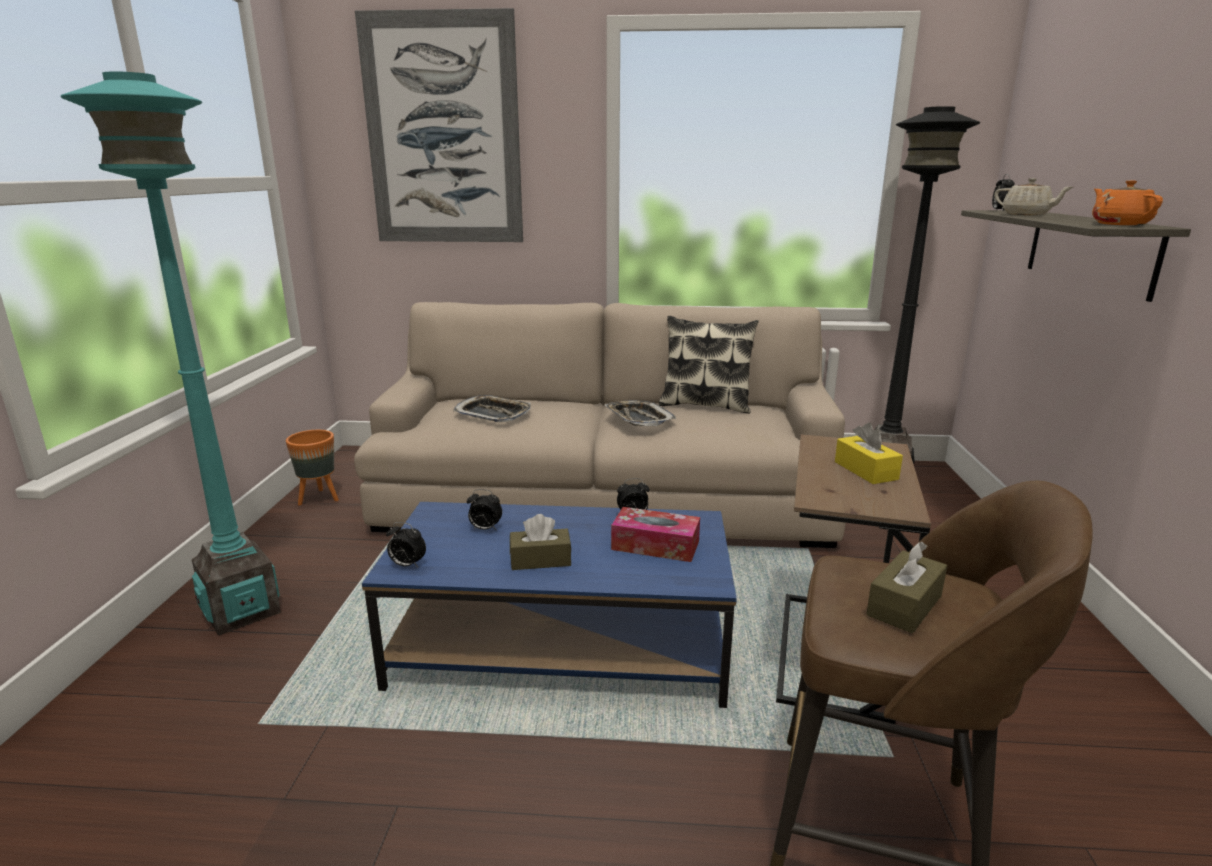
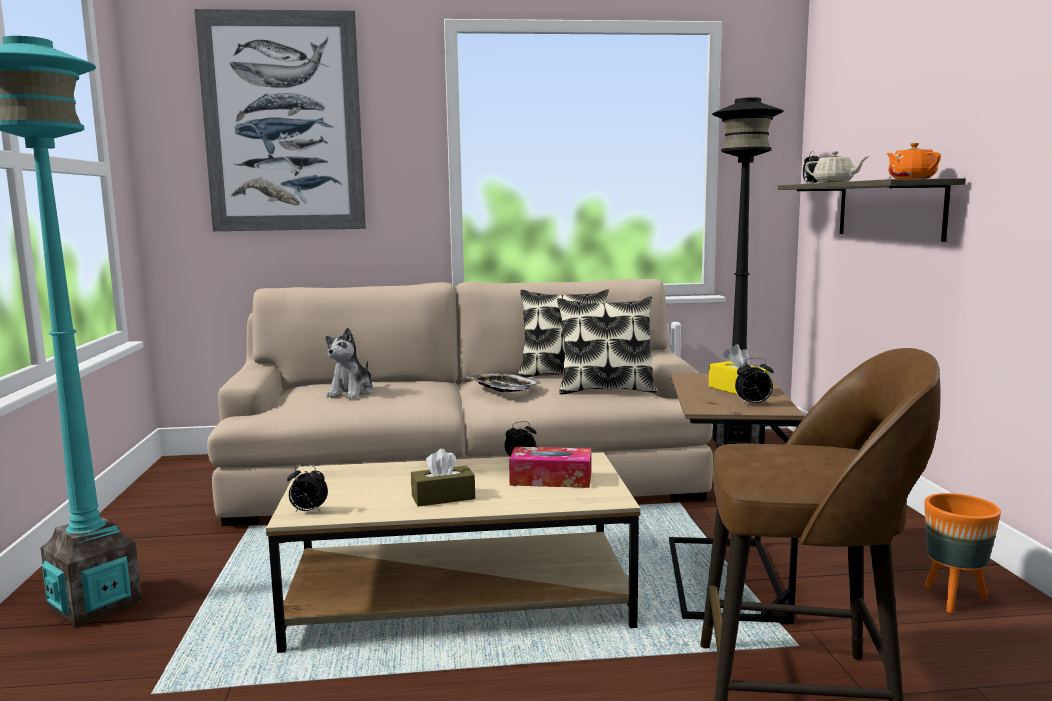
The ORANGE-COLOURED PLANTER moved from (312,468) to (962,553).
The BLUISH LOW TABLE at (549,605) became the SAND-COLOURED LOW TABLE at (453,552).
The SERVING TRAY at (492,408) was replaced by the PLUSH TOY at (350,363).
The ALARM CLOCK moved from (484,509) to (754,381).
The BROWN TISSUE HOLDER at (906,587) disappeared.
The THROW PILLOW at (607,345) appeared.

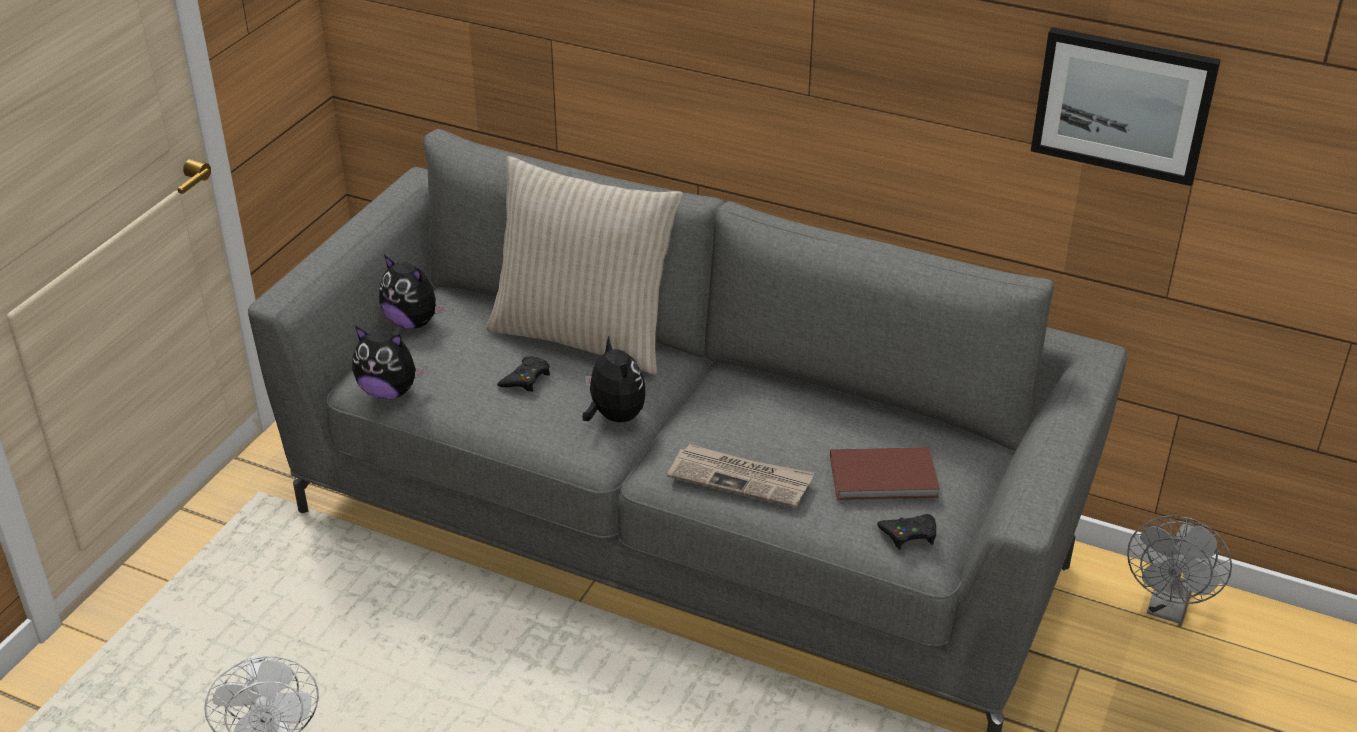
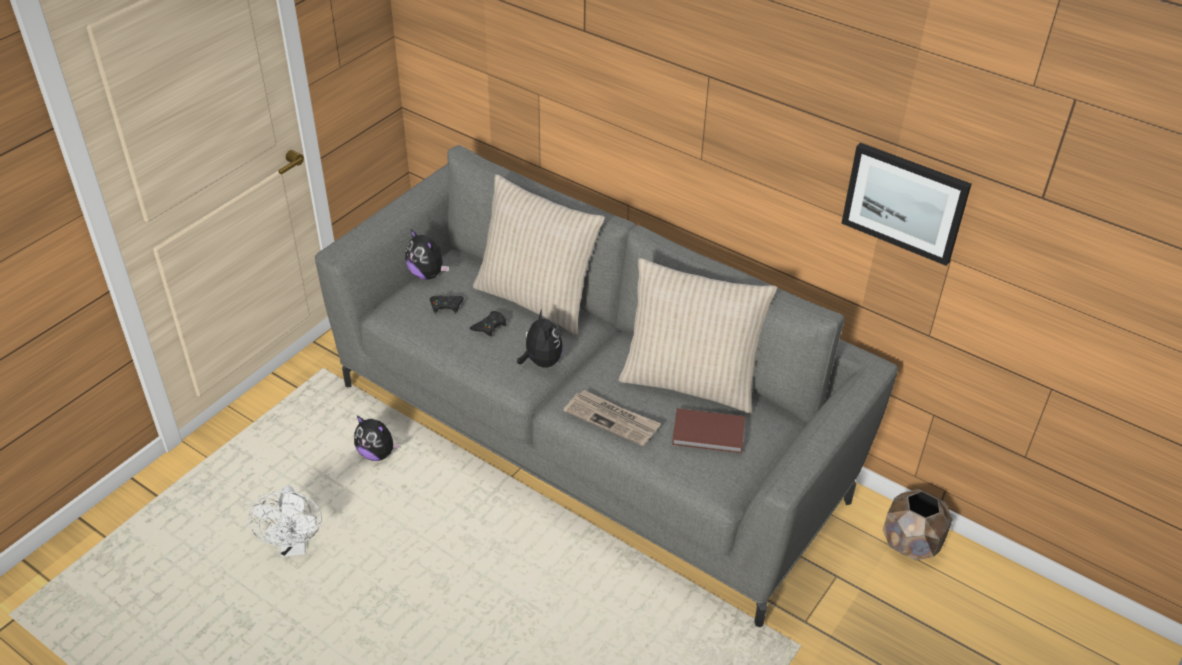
The PLUSH TOY moved from (389,362) to (377,438).
The BLACKISH GAMEPAD moved from (906,532) to (447,304).
The GREY COOLING FAN at (1179,569) was replaced by the BROWN PLANTER at (918,525).
The SAND-COLOURED THROW PILLOW at (698,336) appeared.

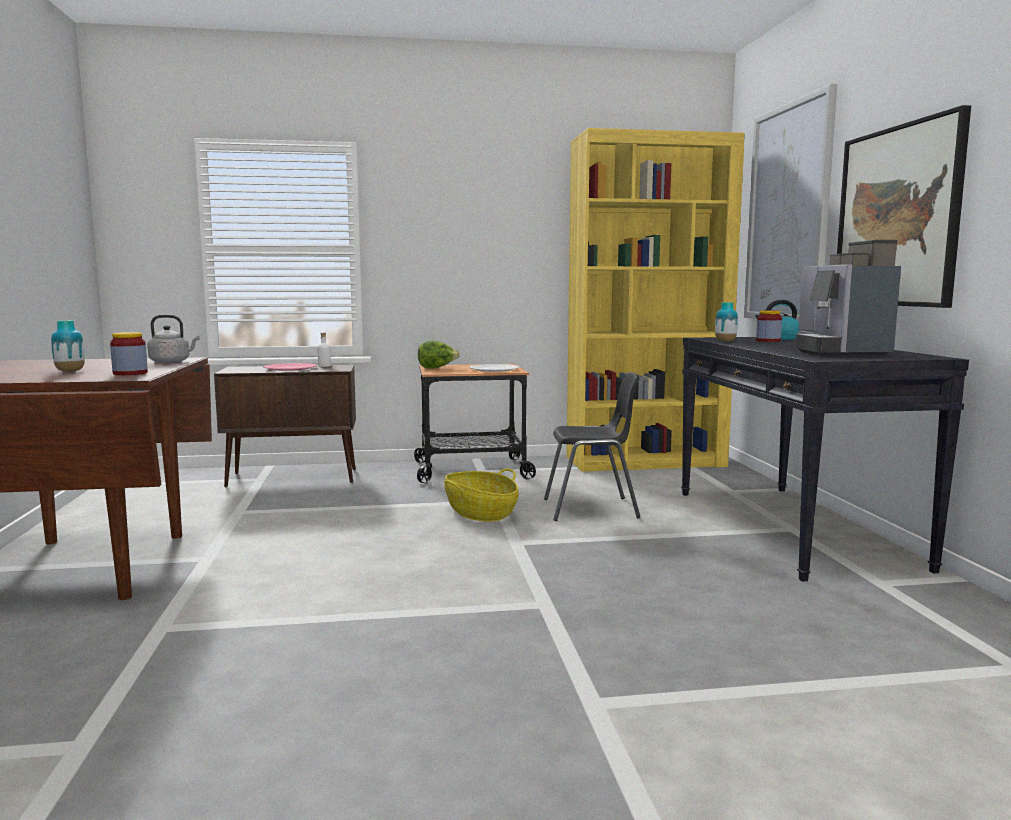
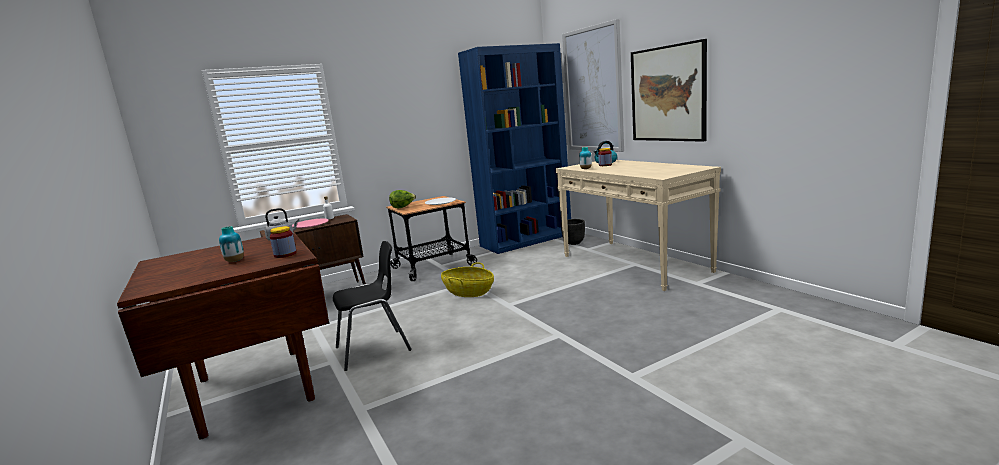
The BLACKISH PLAIN CHAIR moved from (592,446) to (372,306).
The YELLOW BOOKCASE at (656,300) became the BLUISH BOOKCASE at (514,148).
The BLACKISH CONSOLE TABLE at (825,459) became the SAND-COLOURED CONSOLE TABLE at (638,225).
The COFFEE BREWER at (848,298) disappeared.
The BLACKISH PLANTER at (573,232) appeared.

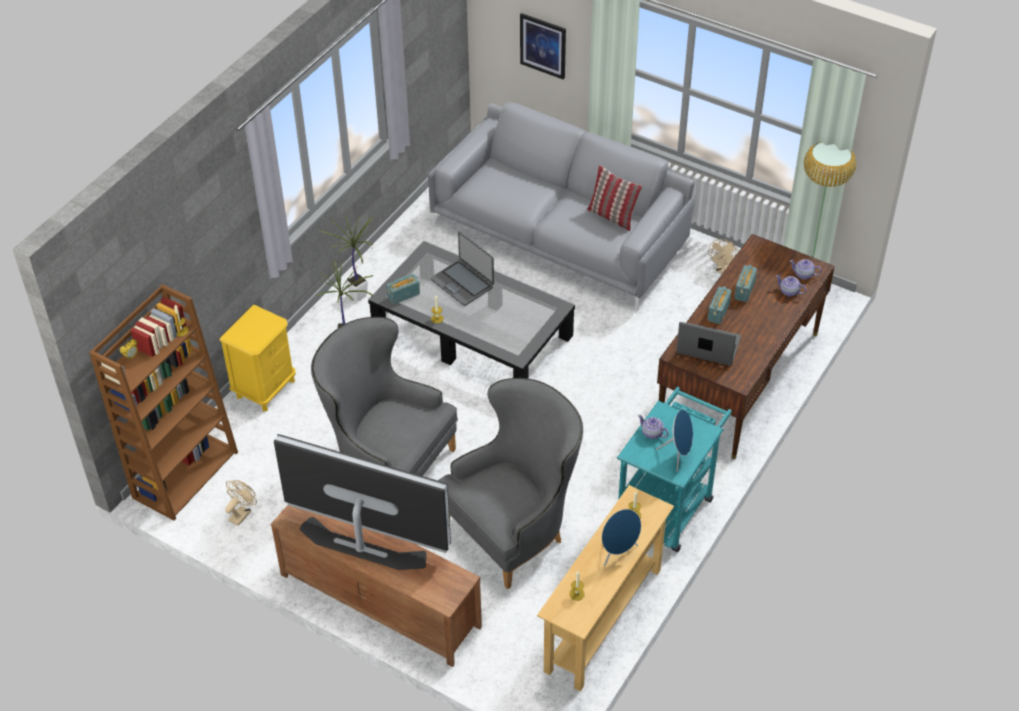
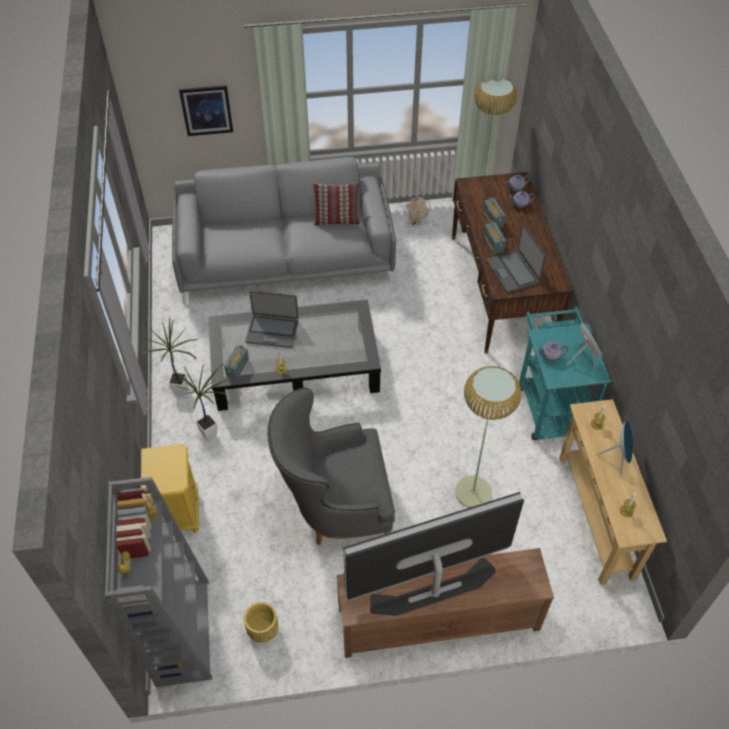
The BROWN BOOKCASE at (163,402) became the GREY BOOKCASE at (158,582).
The SAND-COLOURED COOLING FAN at (241,503) was replaced by the YELLOW PLANTER at (261,622).
The GREY EASY CHAIR at (510,483) was replaced by the FLOOR LAMP at (488,437).
The PORTABLE COMPUTER at (708,344) turned 90 degrees counterclockwise.

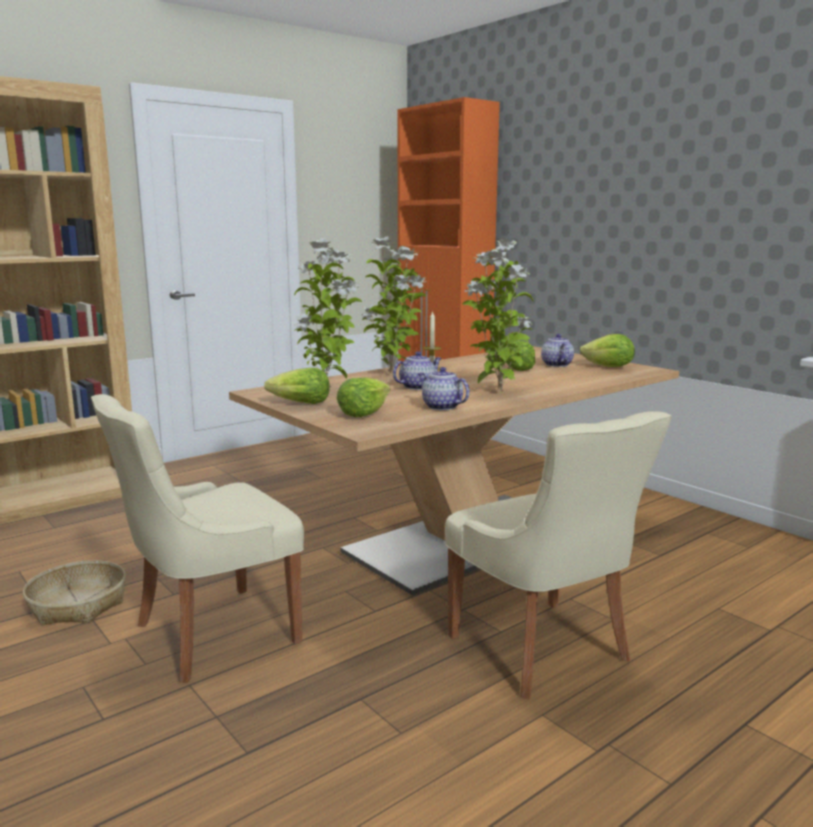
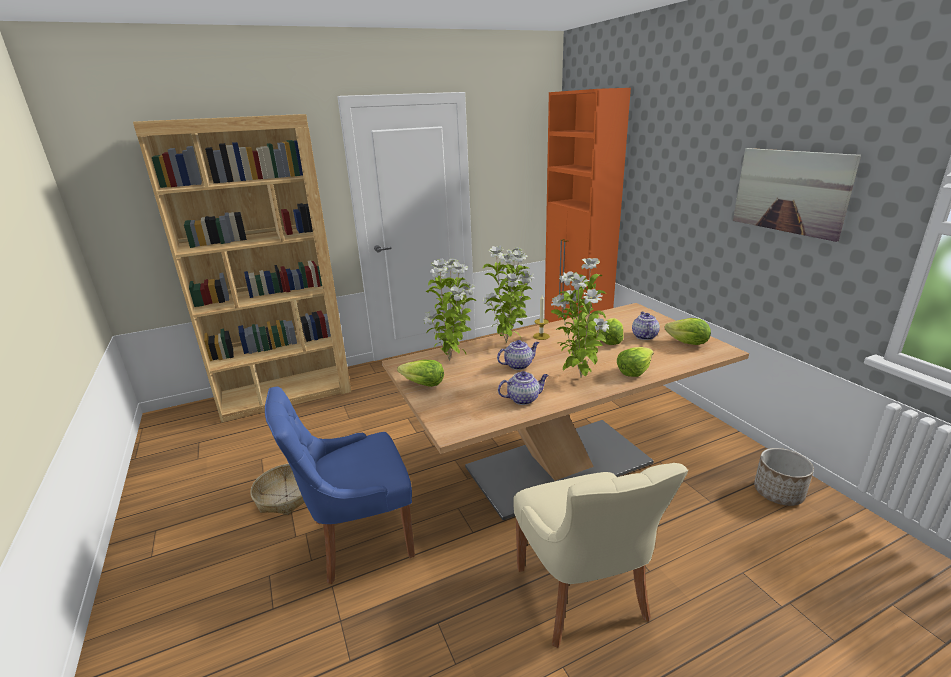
The SAND-COLOURED PLAIN CHAIR at (197,538) became the BLUISH PLAIN CHAIR at (340,485).
The HEAD OF LETTUCE moved from (363,397) to (635,362).
The TEAPOT at (443,388) turned 105 degrees clockwise.
The WALL PICTURE at (797,195) appeared.
The PLANTER at (784,477) appeared.

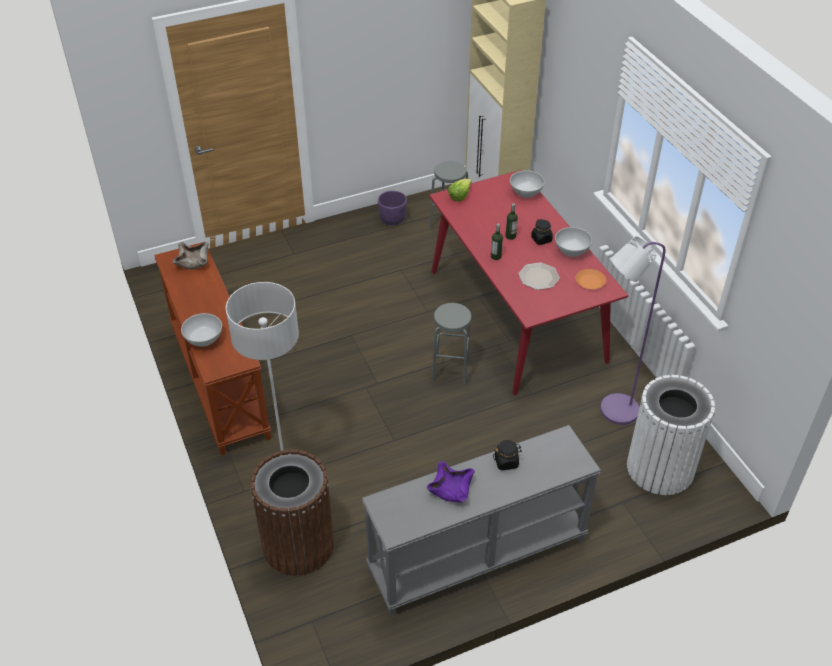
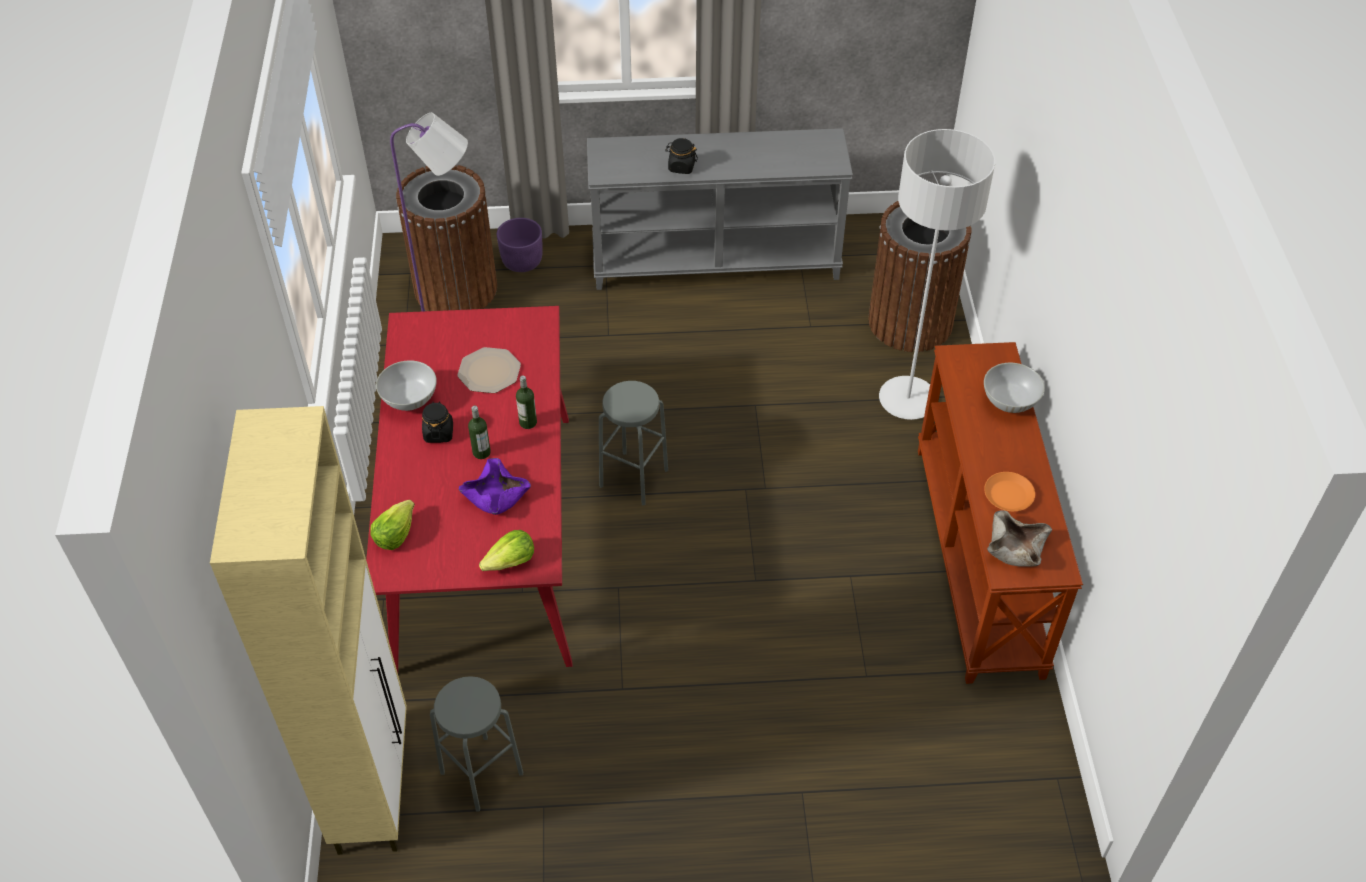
The PURPLE-COLOURED PLANTER moved from (392,208) to (520,245).
The PURPLE-COLOURED DEEP DISH moved from (451,482) to (495,486).
The WHITISH DEEP DISH at (527,184) was replaced by the HEAD OF LETTUCE at (392,525).
The ORANGE-COLOURED PLATE moved from (590,279) to (1009,491).
The WHITISH WASTE BIN at (671,435) became the BROWN WASTE BIN at (446,238).

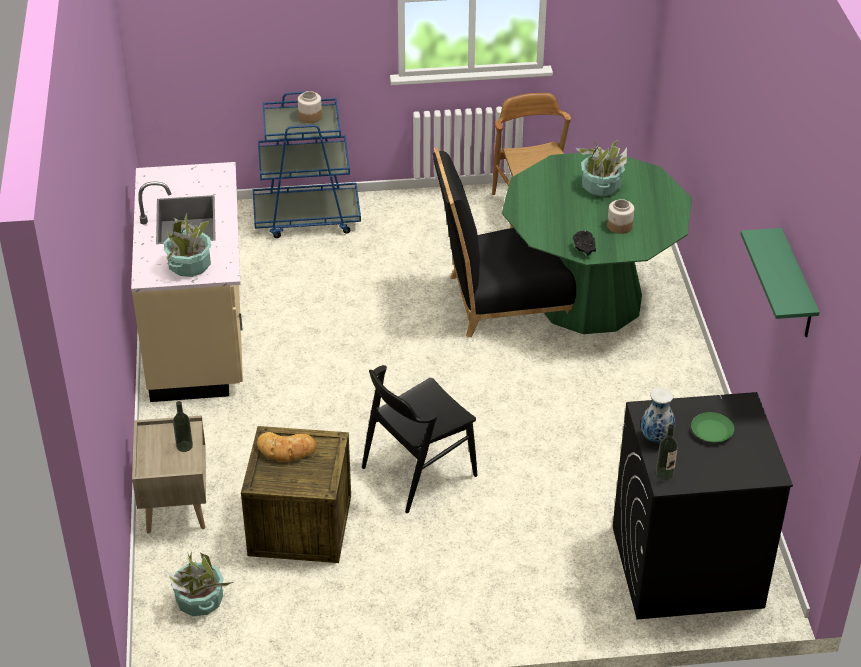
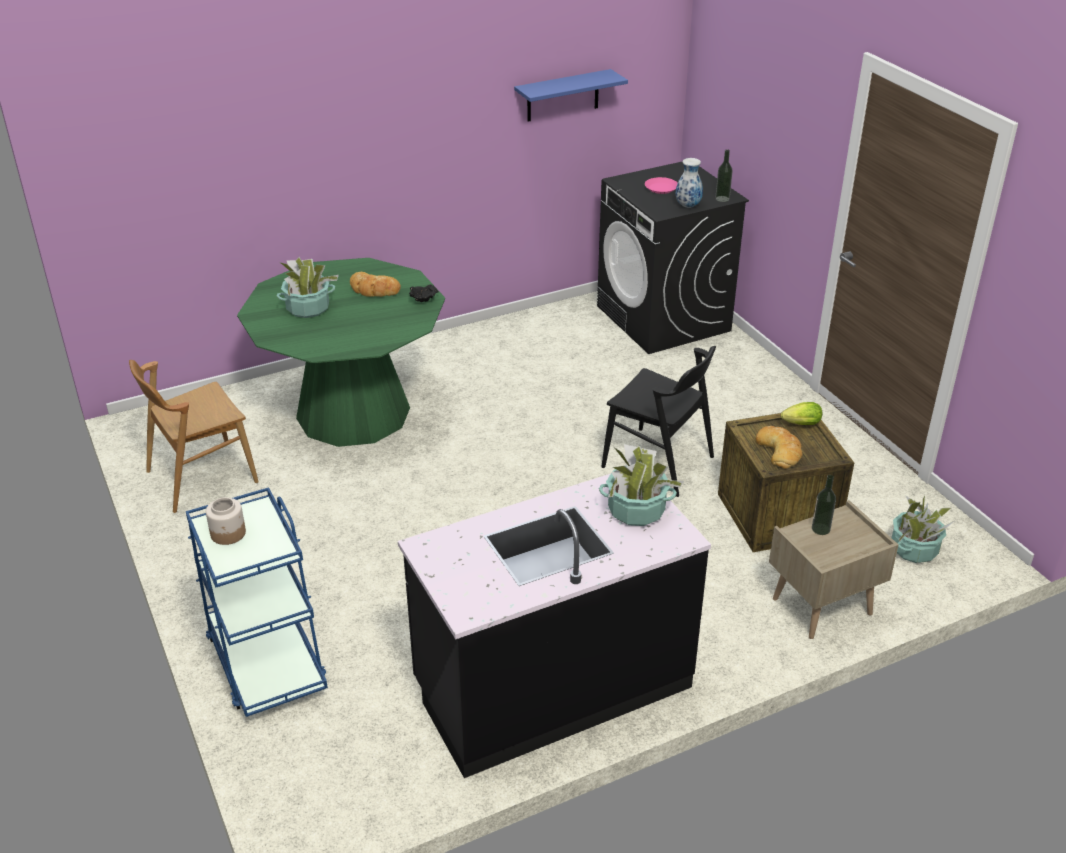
The SAND-COLOURED COUNTER at (187,282) became the BLACKISH COUNTER at (554,626).
The BLACKISH PLAIN CHAIR at (504,243) disappeared.
The PRESERVE JAR at (620,216) was replaced by the BREAD at (375,284).
The GREEN PLATE at (712,427) became the PINK PLATE at (661,185).
The GREEN SHELF at (780,282) became the BLUISH SHELF at (571,95).
The HEAD OF LETTUCE at (801,413) appeared.

